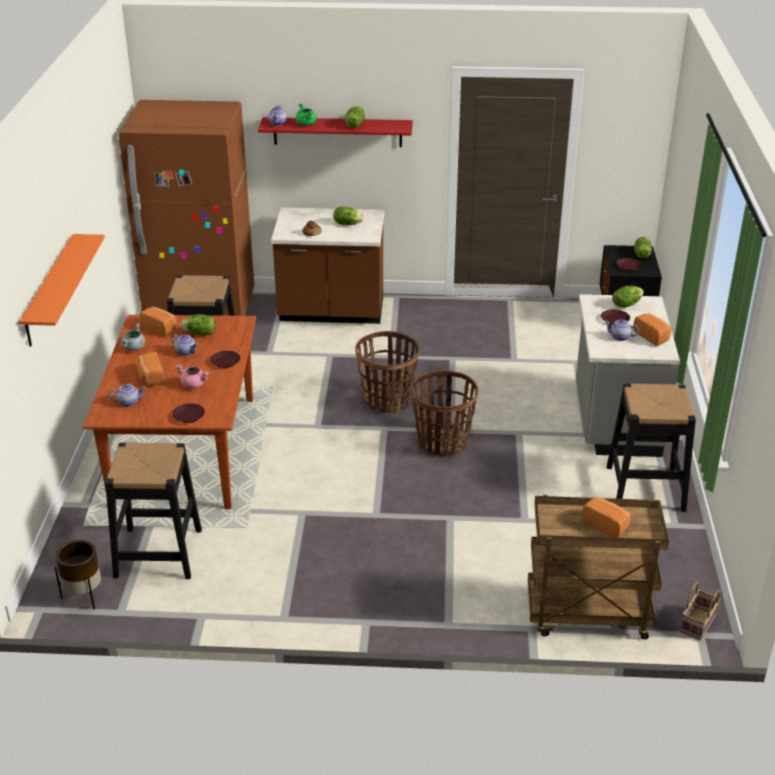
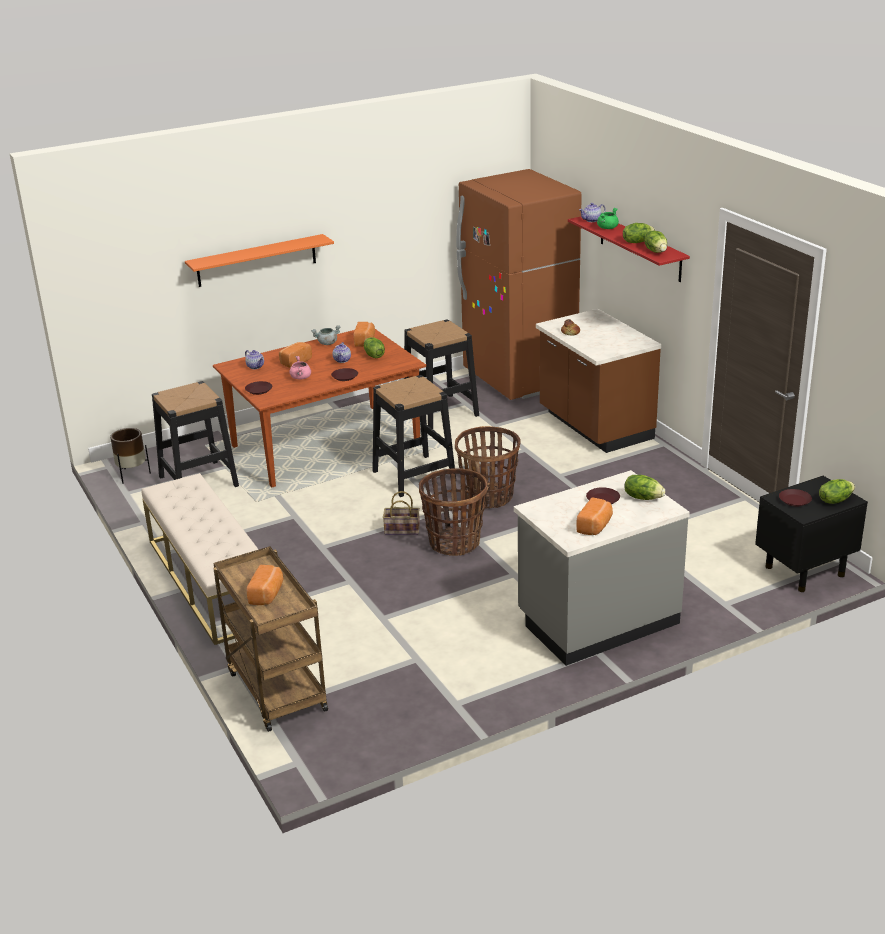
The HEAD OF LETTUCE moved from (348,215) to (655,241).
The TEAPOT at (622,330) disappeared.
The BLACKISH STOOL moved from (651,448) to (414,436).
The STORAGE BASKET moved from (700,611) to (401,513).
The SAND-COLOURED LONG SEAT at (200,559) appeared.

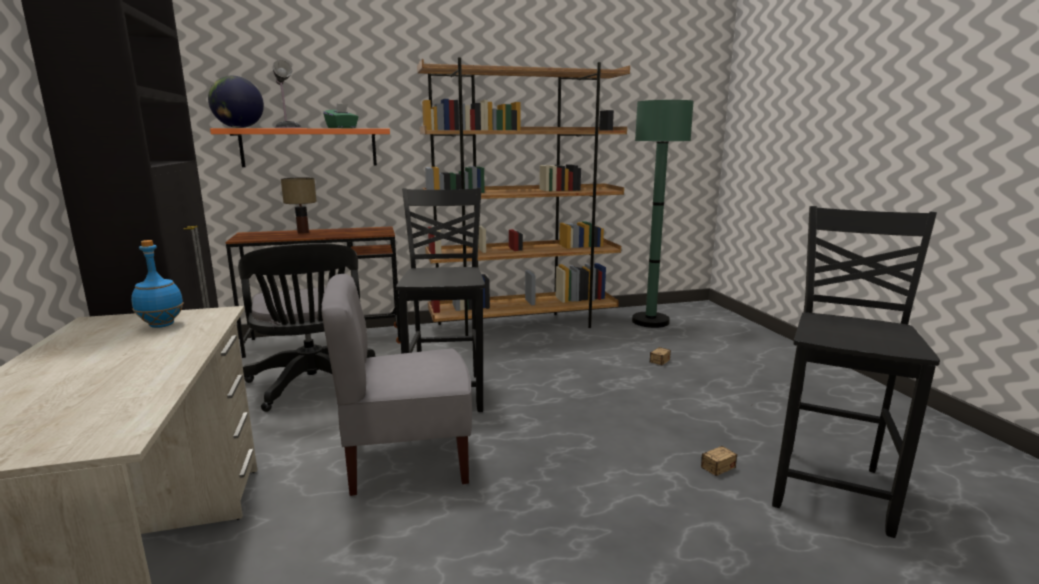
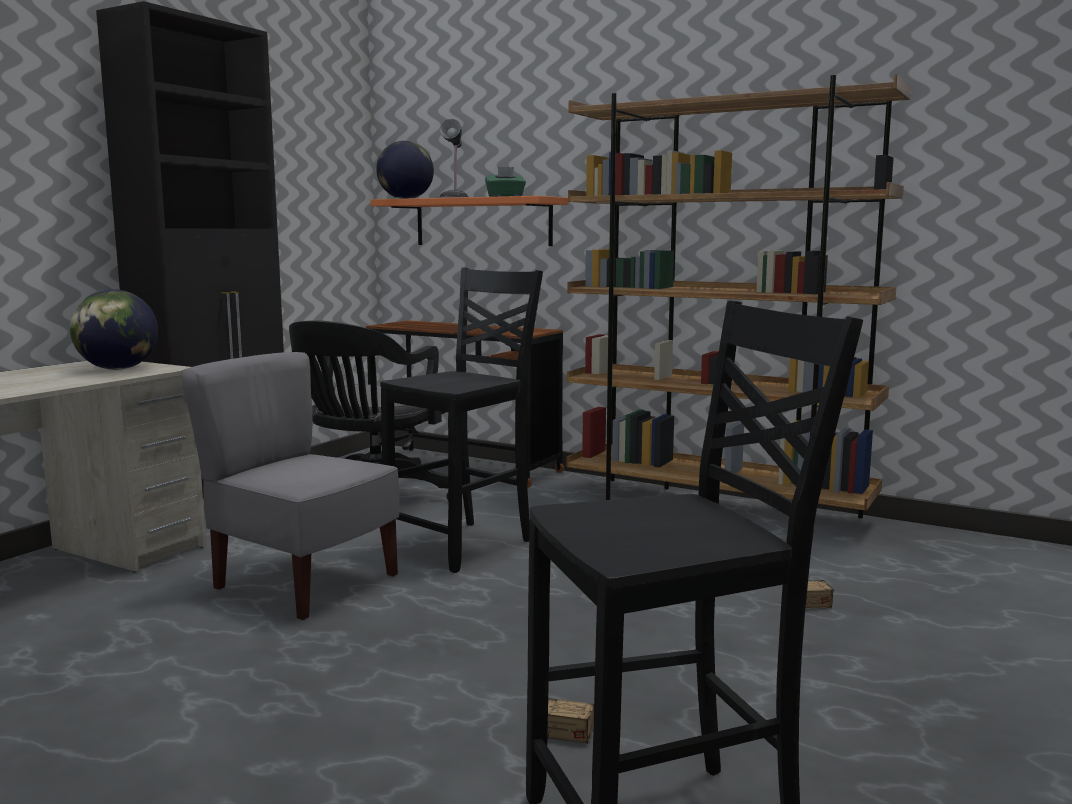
The BLUISH DRINK BOTTLE at (157,284) was replaced by the DESK GLOBE at (114,329).
The TABLETOP LAMP at (299,206) disappeared.
The GREEN FLOOR LAMP at (663,214) disappeared.

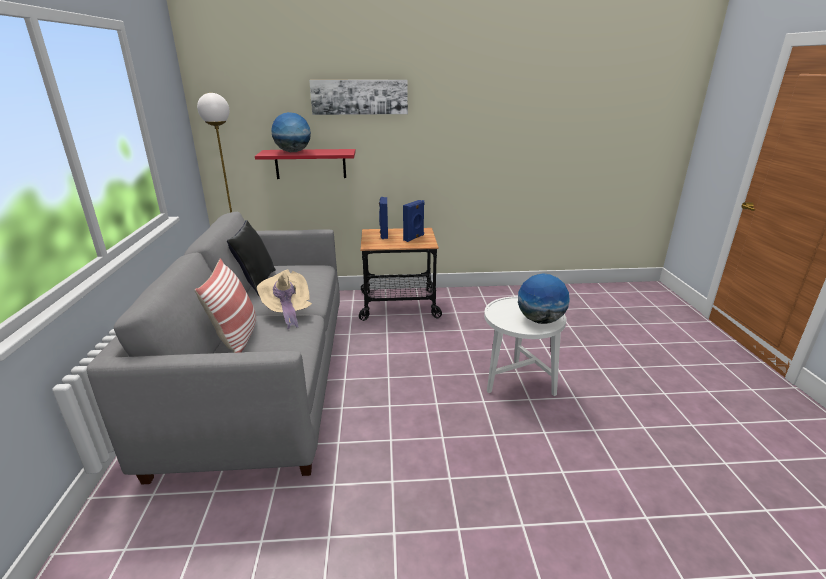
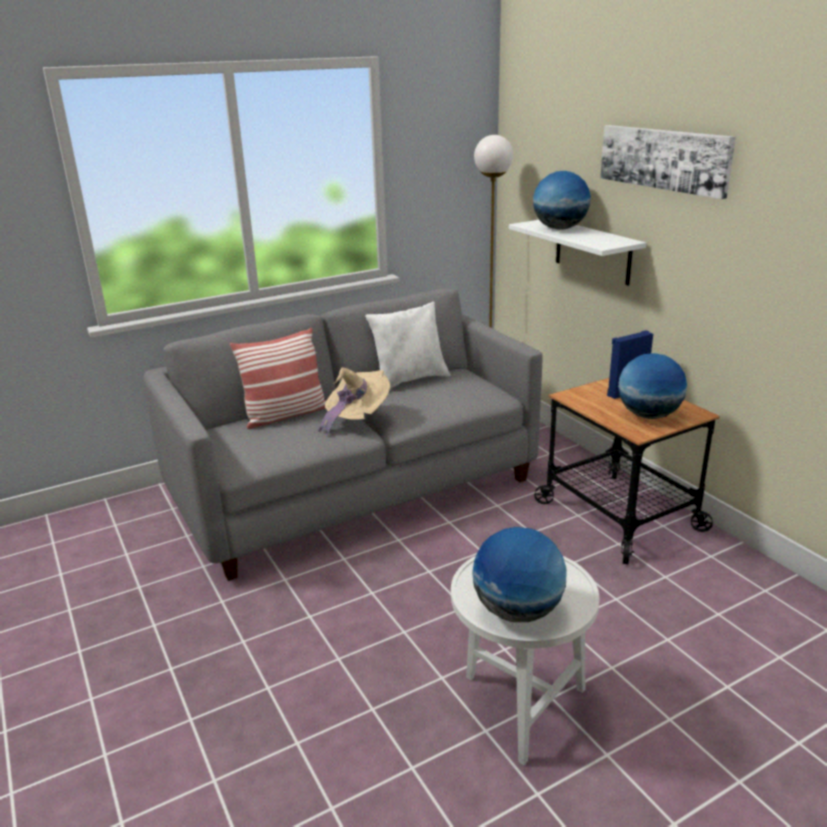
The BLACKISH THROW PILLOW at (251,258) became the WHITISH THROW PILLOW at (408,344).
The RED SHELF at (305,164) became the WHITISH SHELF at (577,253).
The BLUISH LOUDSPEAKER at (413,221) was replaced by the DESK GLOBE at (652,386).

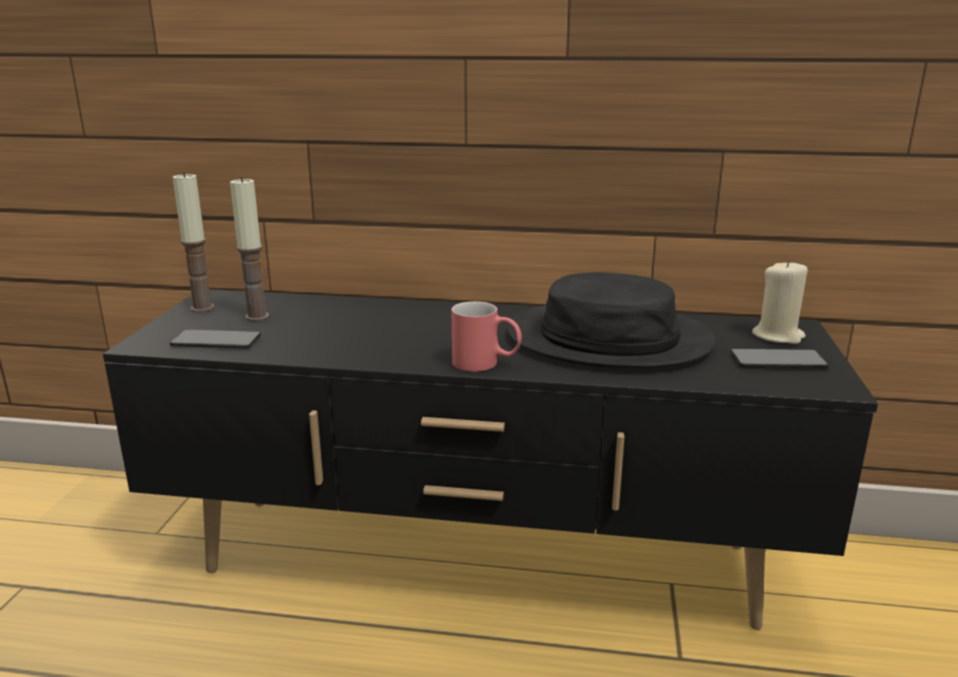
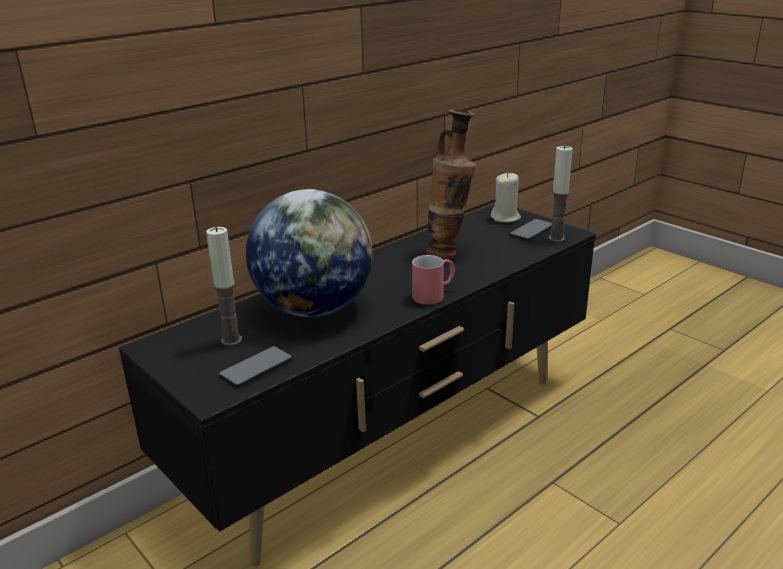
The WAX CANDLE moved from (194,242) to (561,193).
The BLACKISH HAT at (612,320) was replaced by the VASE at (451,183).
The DESK GLOBE at (309,253) appeared.

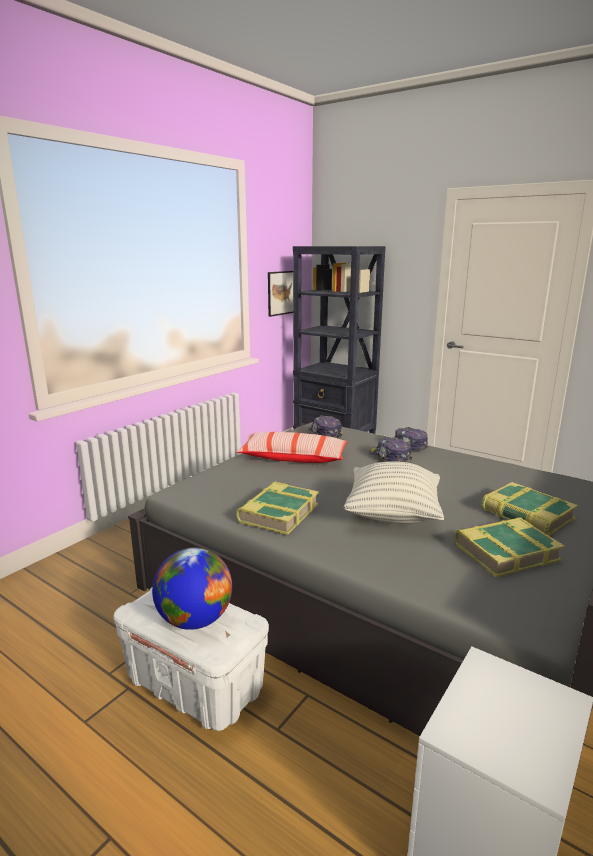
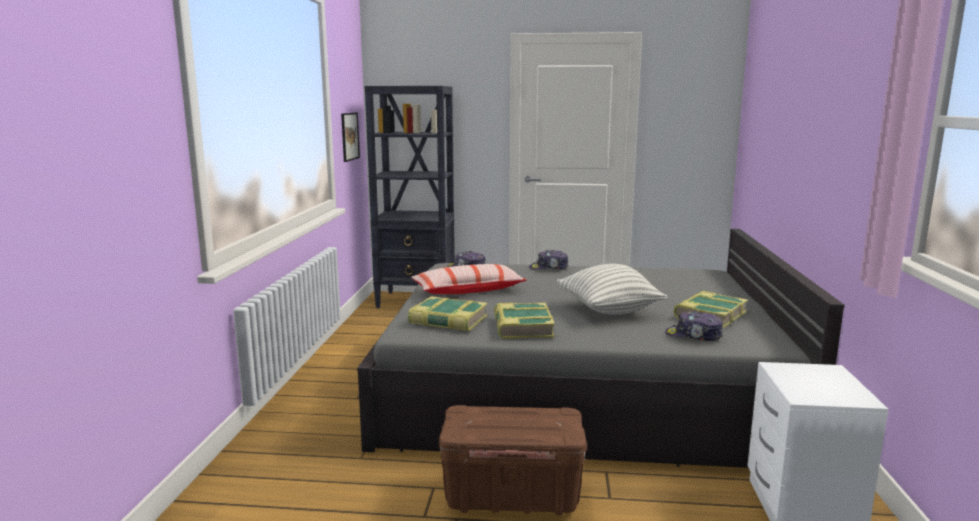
The WHITISH STORAGE BOX at (191,658) became the BROWN STORAGE BOX at (513,460).
The DESK GLOBE at (192,588) disappeared.
The BASEBALL CAP moved from (391,449) to (694,325).
The BOOK moved from (529,509) to (447,313).

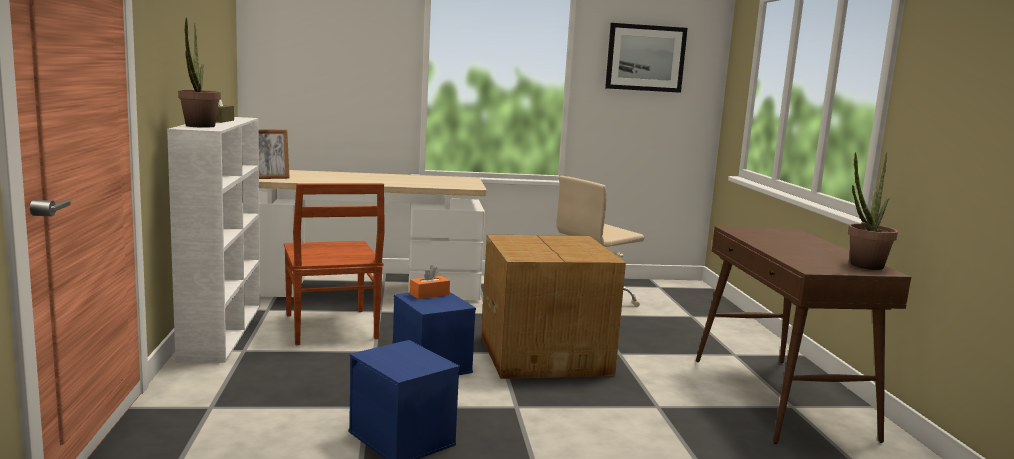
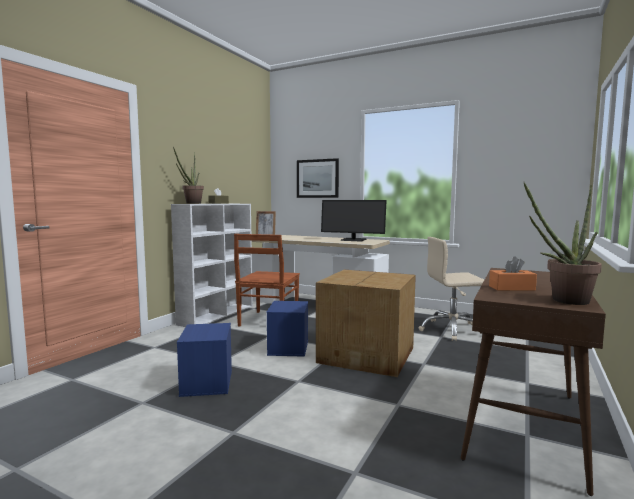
The ORANGE-COLOURED TISSUE HOLDER moved from (430,282) to (513,273).
The WALL PICTURE moved from (646,58) to (318,178).
The MONITOR at (353,221) appeared.

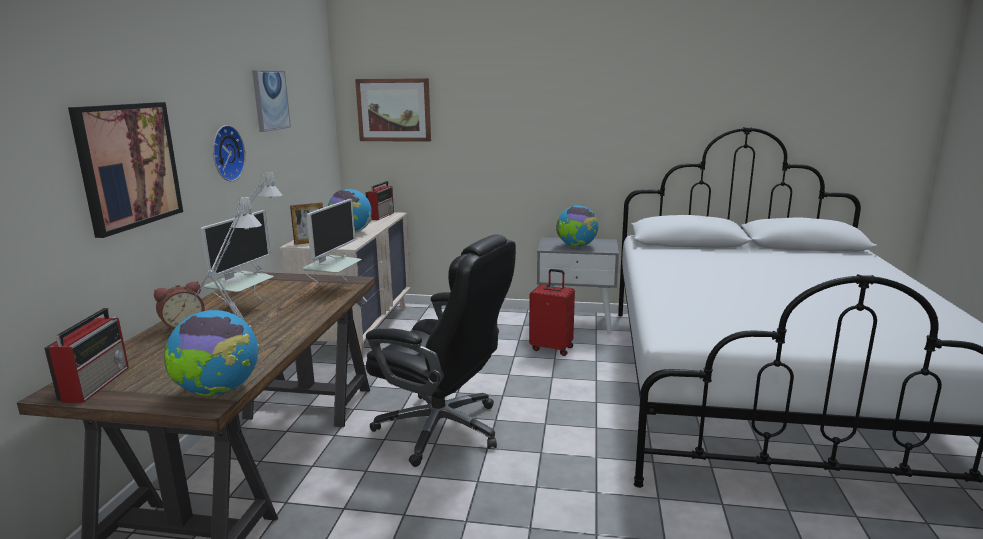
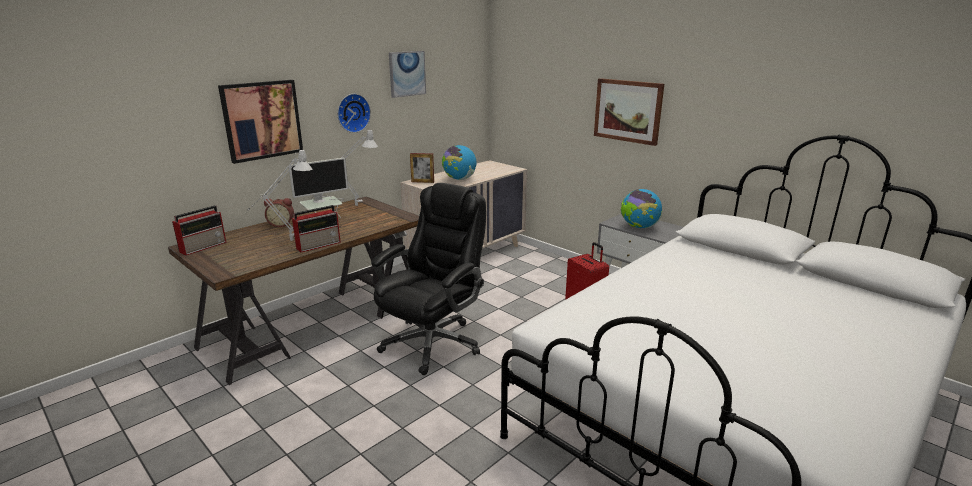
The DESK GLOBE at (211,353) disappeared.
The MONITOR at (332,243) disappeared.
The WALL PICTURE moved from (393,110) to (629,112).
The RADIO RECEIVER moved from (379,200) to (316,228).
The BLACKISH COMPUTER CHAIR at (441,350) turned 120 degrees counterclockwise.

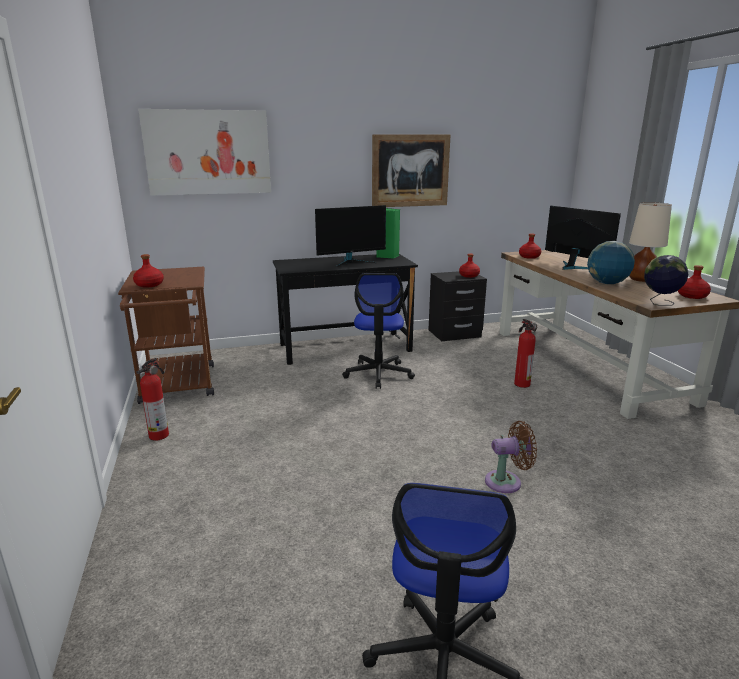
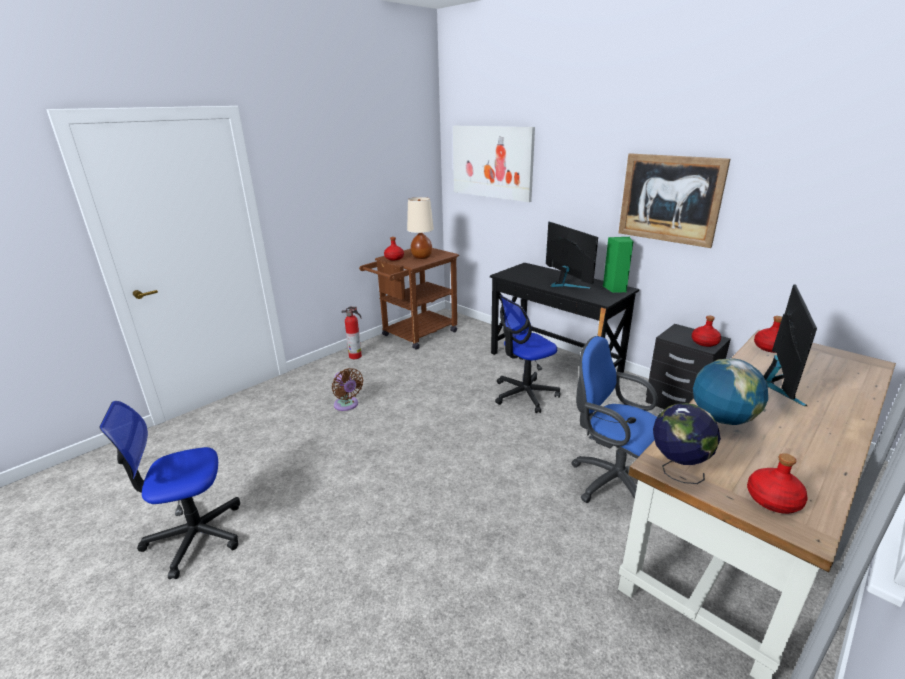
The MONITOR at (350,236) turned 150 degrees counterclockwise.
The BROWN COOLING FAN moved from (511,457) to (347,389).
The EXTINGUISHER at (525,353) was replaced by the BLUISH COMPUTER CHAIR at (614,419).
The SAND-COLOURED TABLETOP LAMP moved from (650,242) to (420,228).

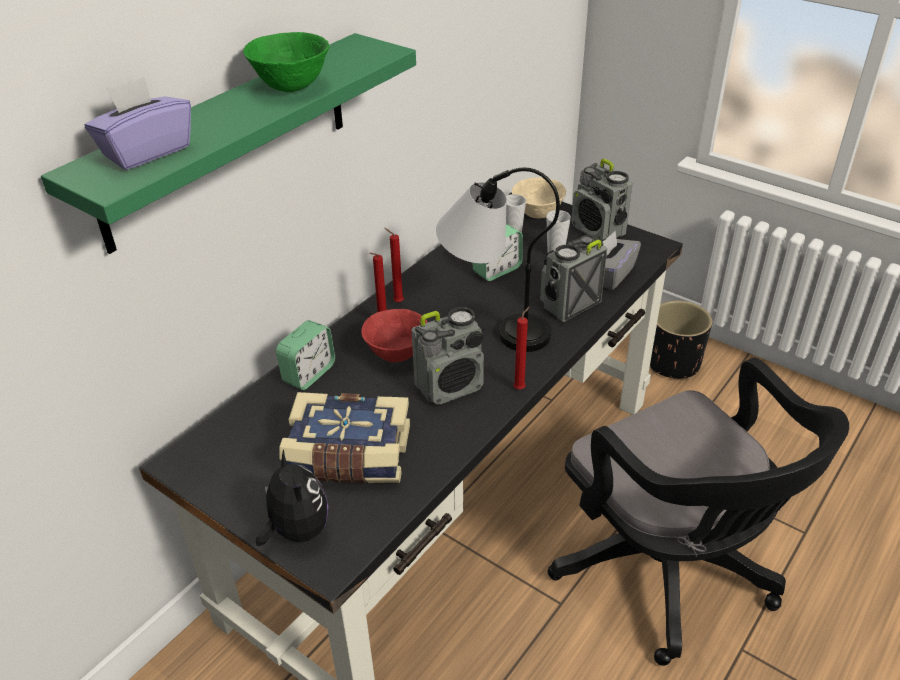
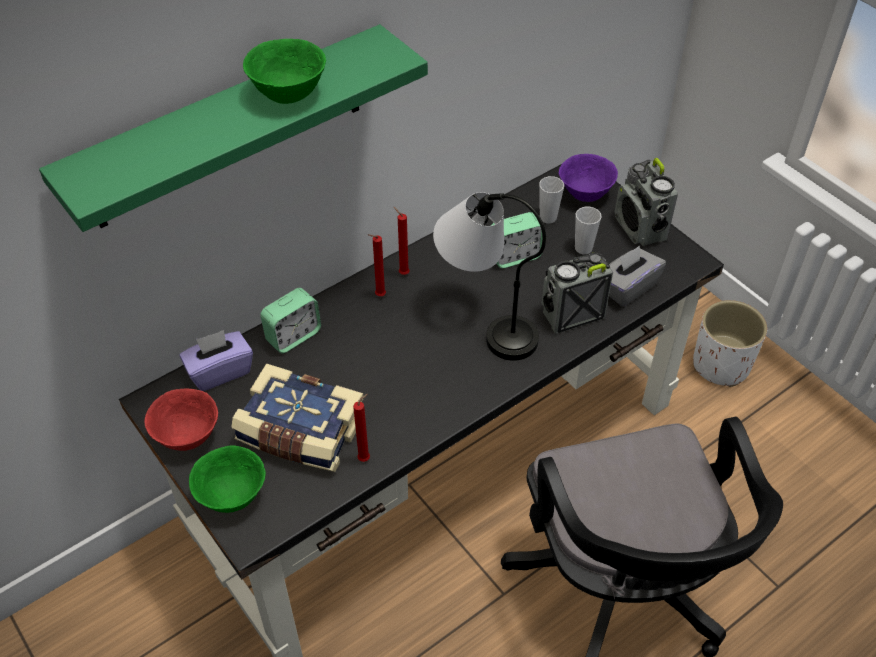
The PURPLE-COLOURED TISSUE HOLDER moved from (137,123) to (216,360).
The PLUSH TOY at (292,498) was replaced by the GREEN DEEP DISH at (227,479).
The RED DEEP DISH moved from (394,335) to (181,419).
The RADIO RECEIVER at (448,356) disappeared.
The SAND-COLOURED DEEP DISH at (539,198) became the PURPLE-COLOURED DEEP DISH at (588,178).
The RED WAX CANDLE moved from (521,348) to (361,428).
The BLACKISH PLANTER at (681,339) became the WHITISH PLANTER at (730,343).

